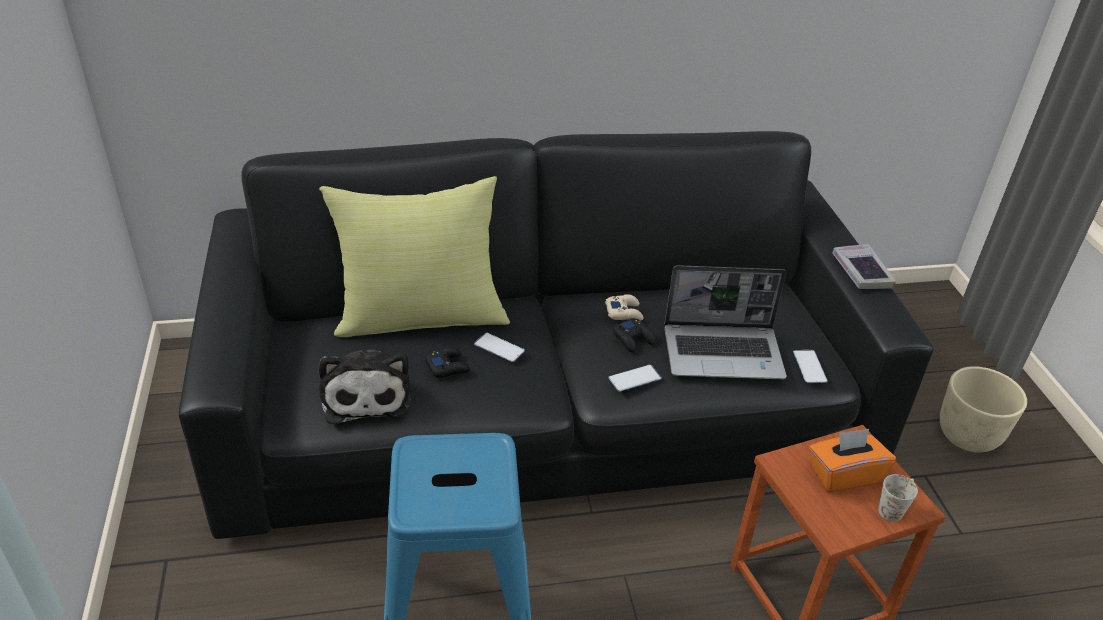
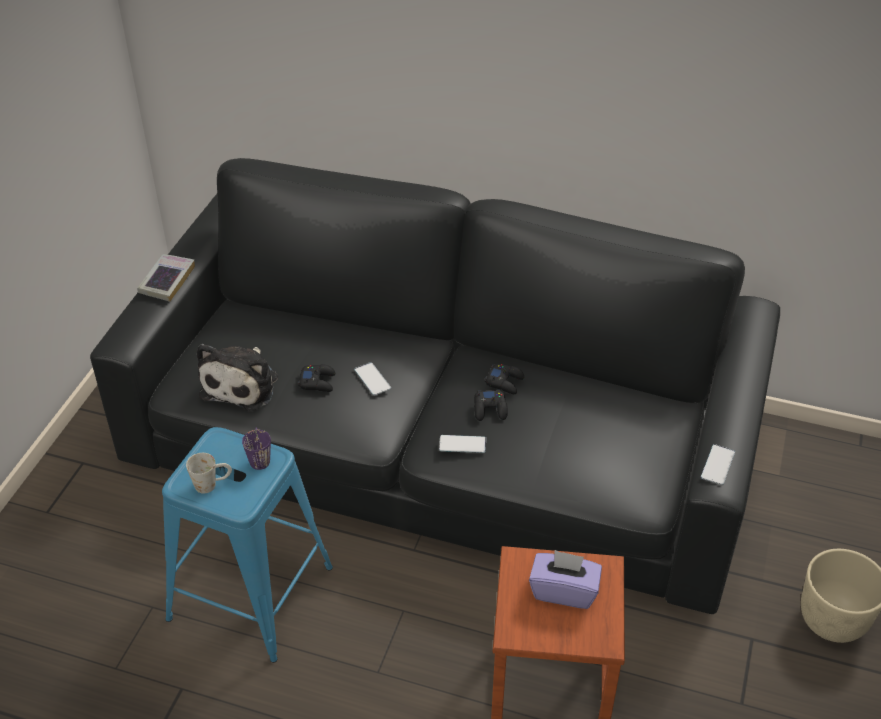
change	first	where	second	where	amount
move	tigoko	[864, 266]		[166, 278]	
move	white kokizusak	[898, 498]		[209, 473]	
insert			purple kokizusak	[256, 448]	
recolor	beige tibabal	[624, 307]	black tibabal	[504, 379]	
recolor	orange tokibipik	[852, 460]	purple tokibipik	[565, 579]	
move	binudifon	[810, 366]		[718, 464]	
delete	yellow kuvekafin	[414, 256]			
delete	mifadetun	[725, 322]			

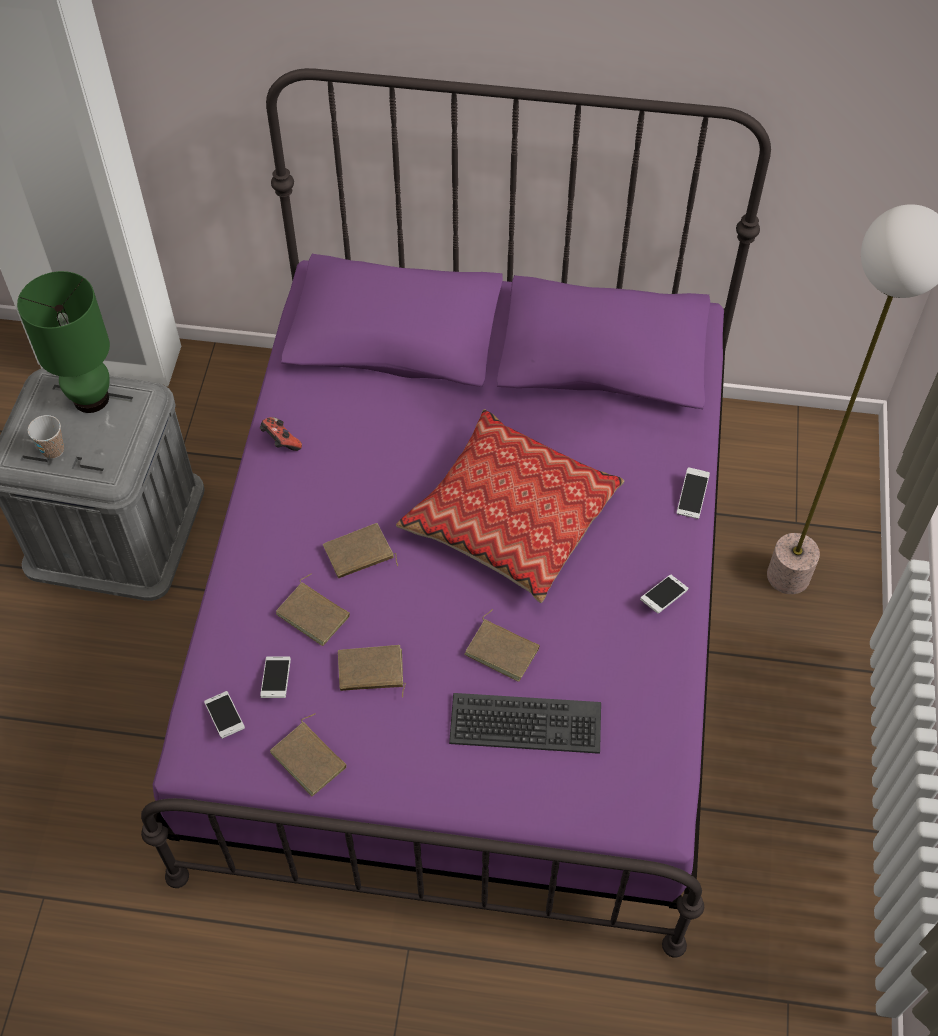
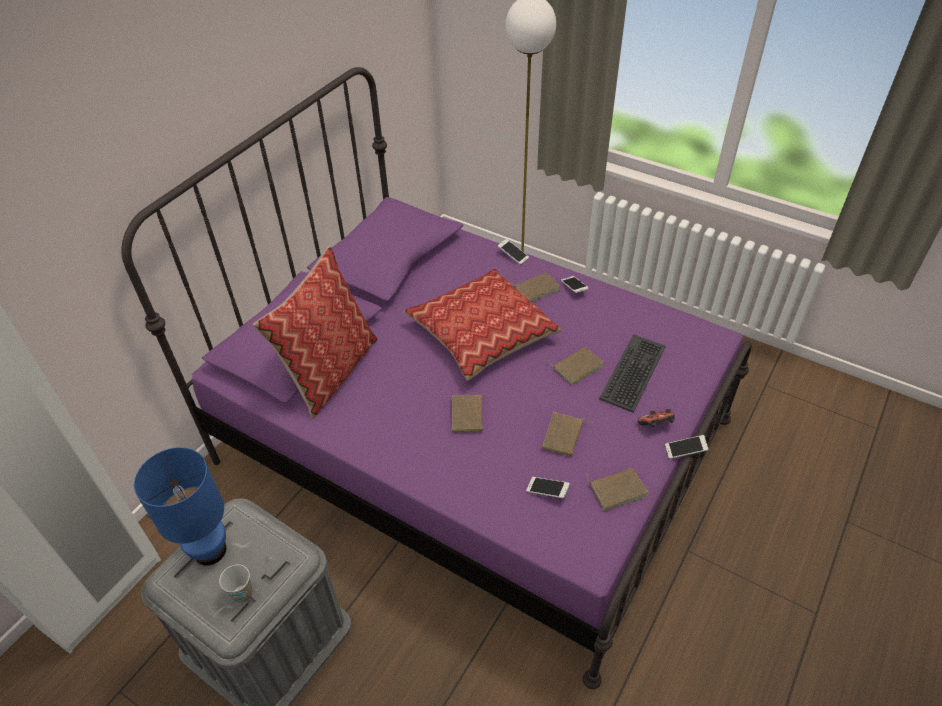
change	first	where	second	where	amount
recolor	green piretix	[63, 342]	blue piretix	[180, 506]	
insert			kuvekafin	[315, 332]	
move	brown tigoko	[313, 609]		[535, 287]	
move	tibabal	[281, 434]		[656, 418]	
move	binudifon	[224, 715]		[687, 447]	

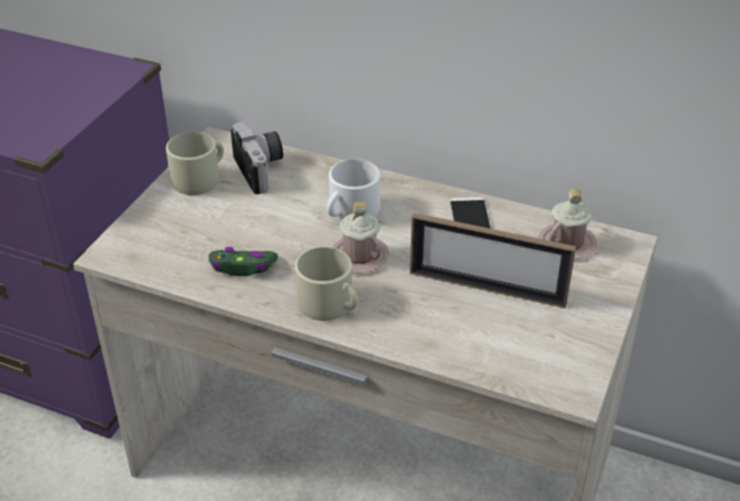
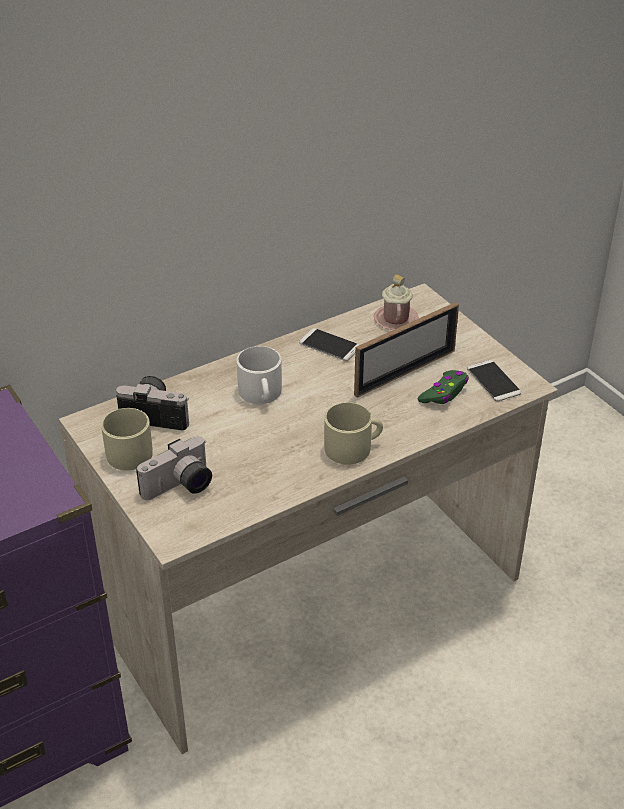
change	first	where	second	where	amount
insert			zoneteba	[174, 468]	
move	green tibabal	[243, 261]		[443, 387]	
insert			binudifon	[494, 380]	
delete	pink kokizusak	[361, 237]			

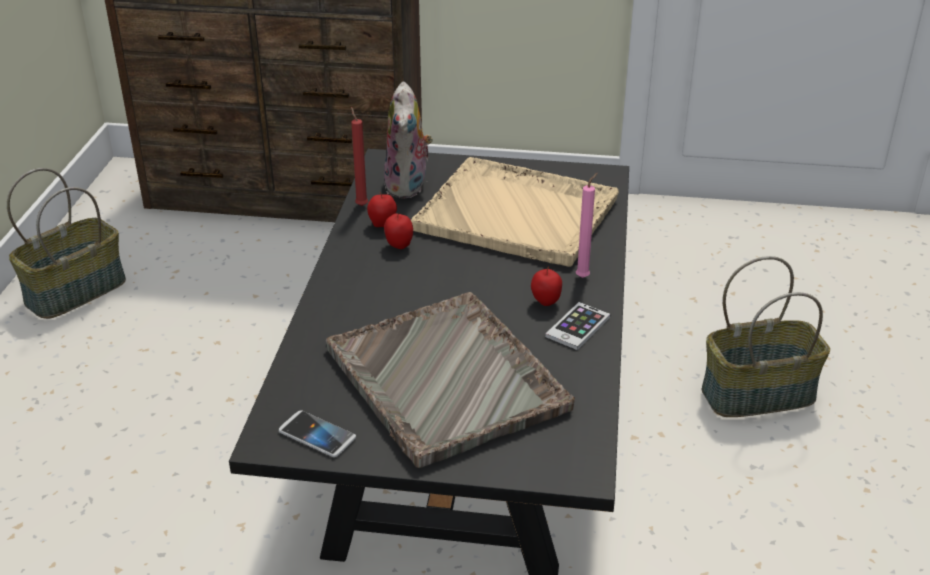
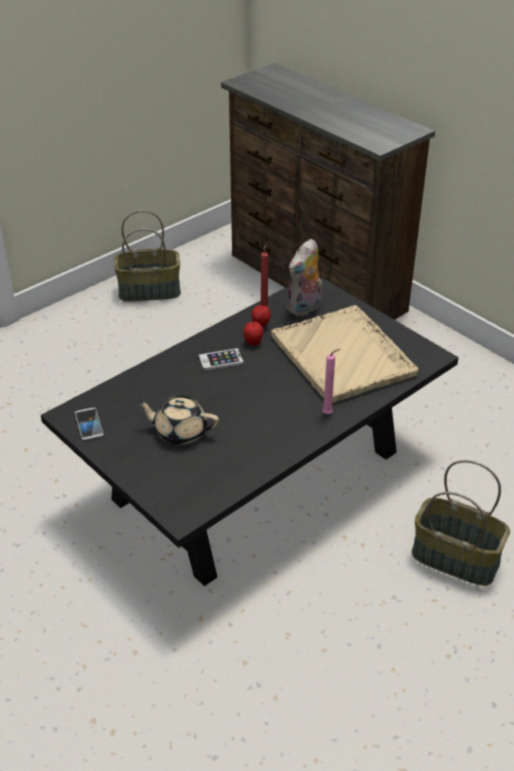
change	first	where	second	where	amount
replace	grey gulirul	[450, 380]	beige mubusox	[177, 420]	
move	binudifon	[577, 326]		[221, 359]	
delete	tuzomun	[546, 286]			

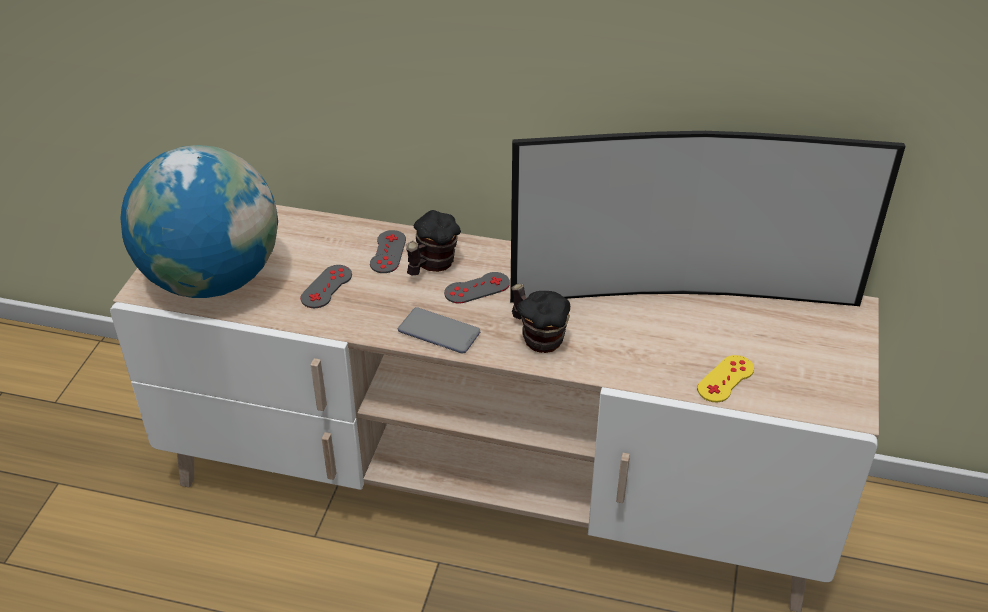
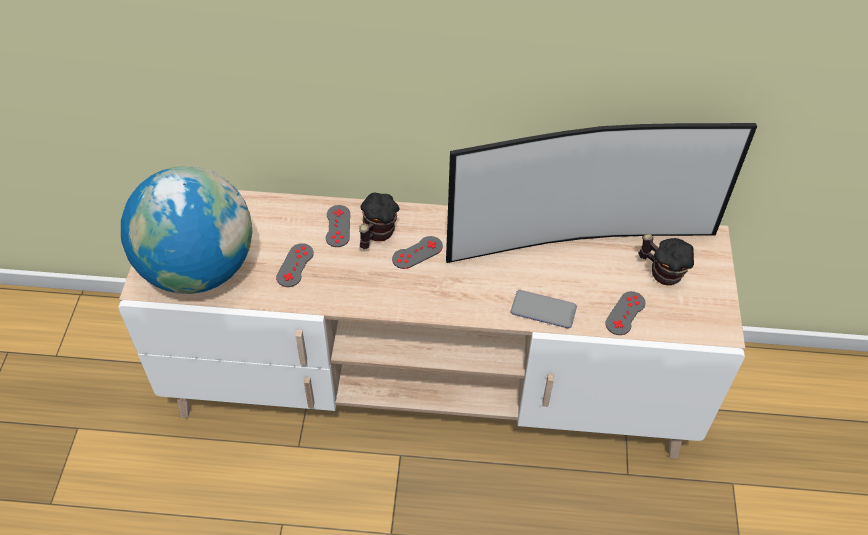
change	first	where	second	where	amount
move	binudifon	[439, 330]		[543, 309]	
recolor	yellow tibabal	[725, 378]	grey tibabal	[625, 313]	
move	kokizusak	[540, 318]		[666, 259]	

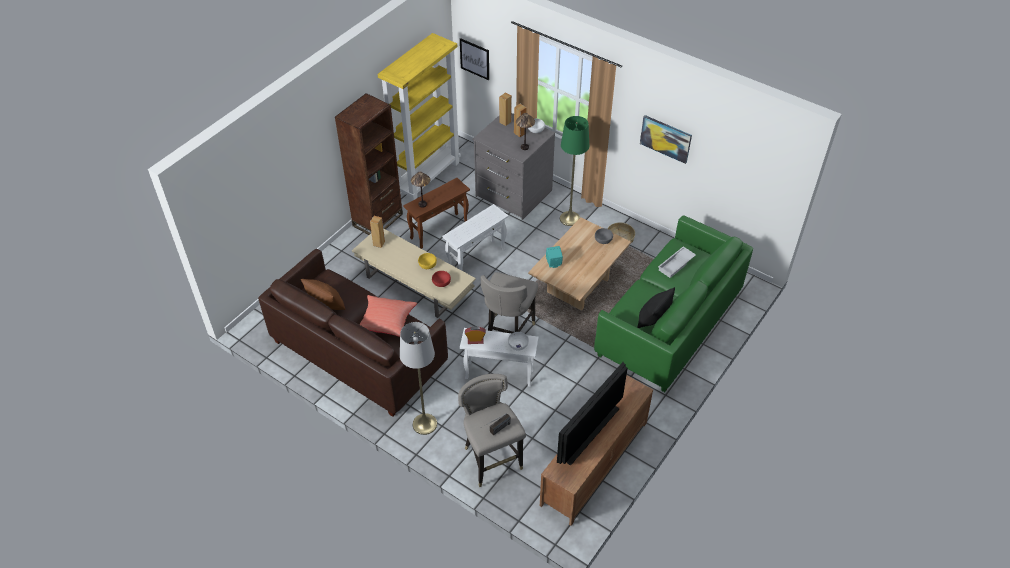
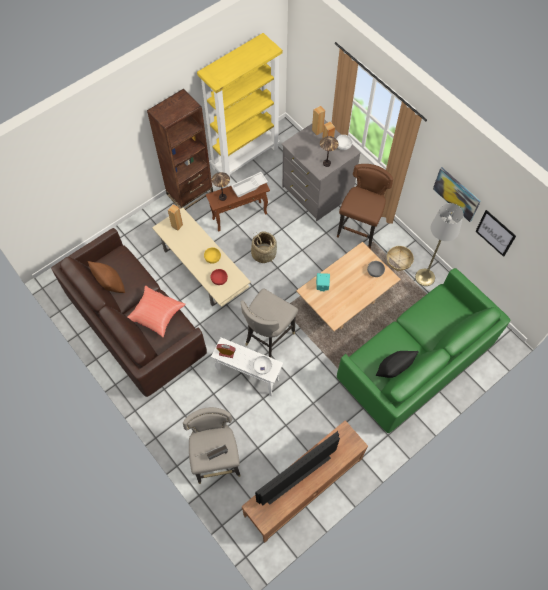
change	first	where	second	where	amount
move	white gulirul	[677, 262]		[249, 184]	
replace	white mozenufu	[475, 237]	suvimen	[264, 247]	
replace	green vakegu	[574, 171]	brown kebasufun	[365, 206]	
move	grey vakegu	[418, 378]		[439, 244]	
move	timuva	[474, 59]		[495, 233]	

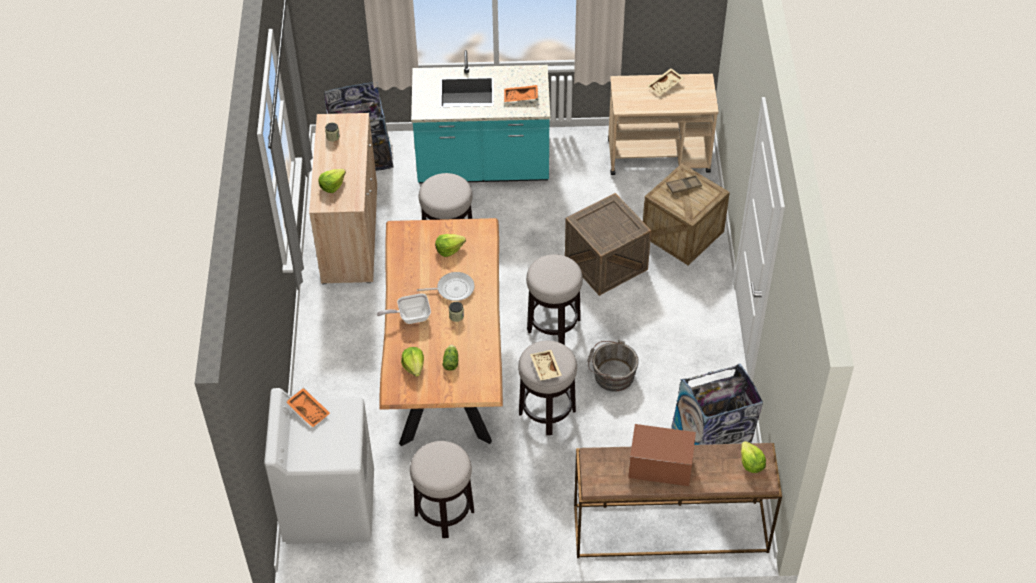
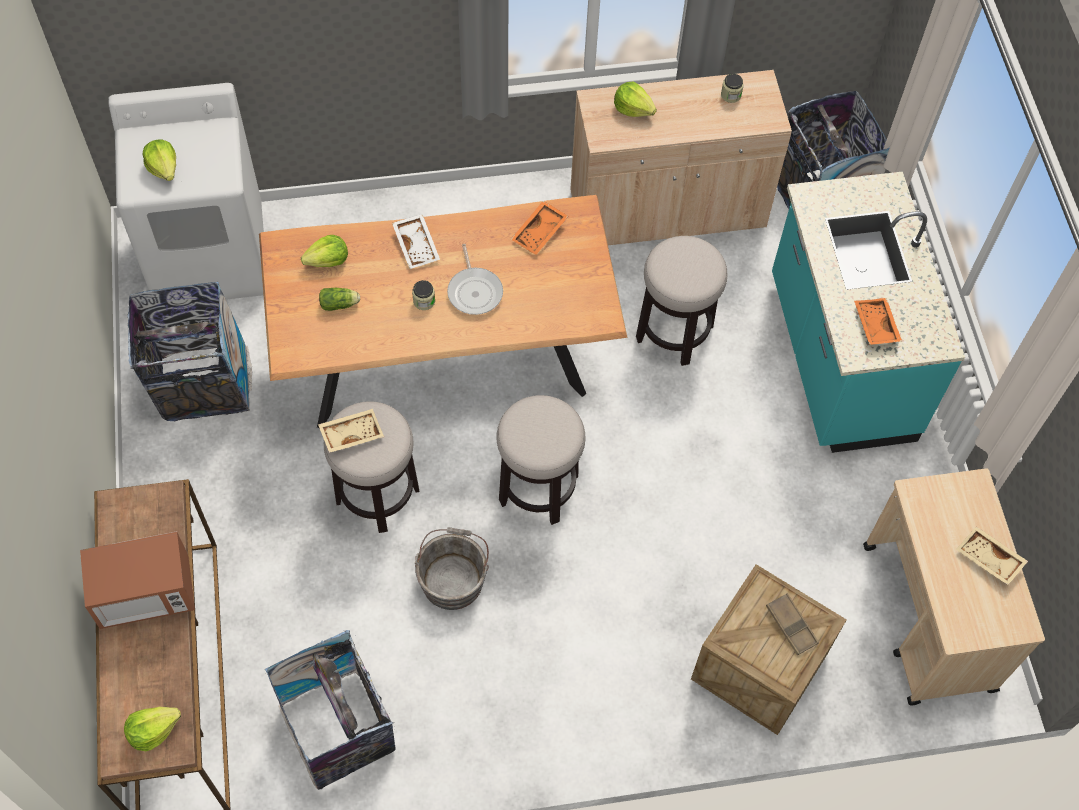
change	first	where	second	where	amount
rotate	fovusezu	[662, 455]		[137, 580]	75 degrees clockwise
replace	kebasufun	[442, 489]	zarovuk	[189, 351]	
move	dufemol	[450, 245]		[159, 160]	
replace	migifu	[404, 308]	white gulirul	[416, 241]	
move	orange gulirul	[308, 408]		[539, 228]	
delete	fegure	[608, 244]			

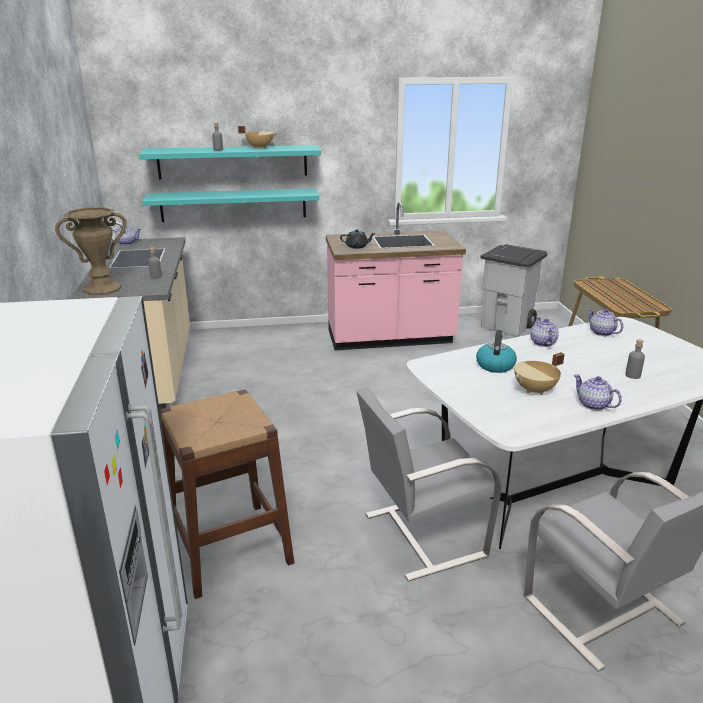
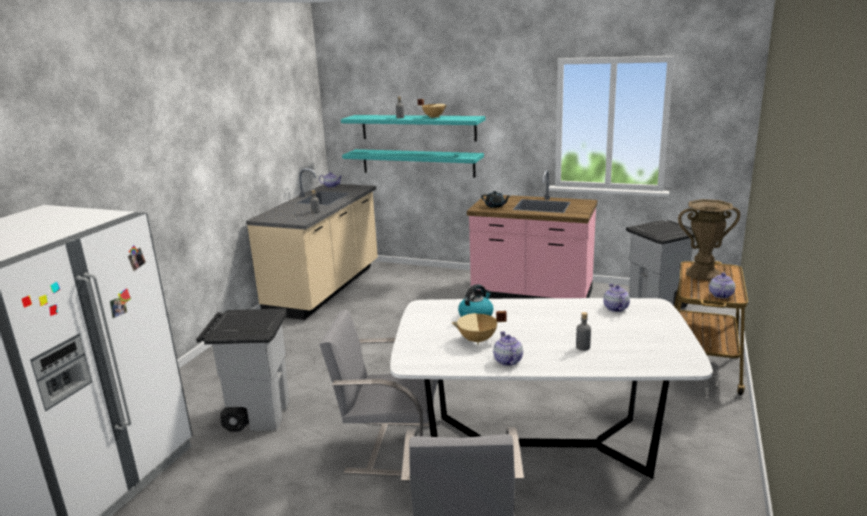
change	first	where	second	where	amount
replace	brown kebasufun	[226, 494]	grey zarovuk	[242, 370]	
move	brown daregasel	[91, 251]		[709, 240]	
move	mubusox	[544, 332]		[722, 285]	

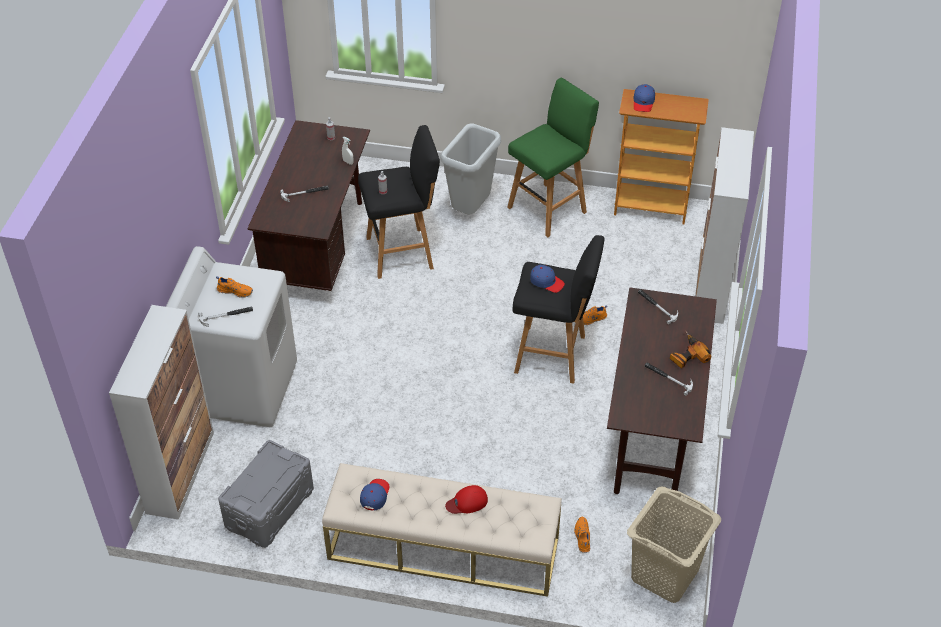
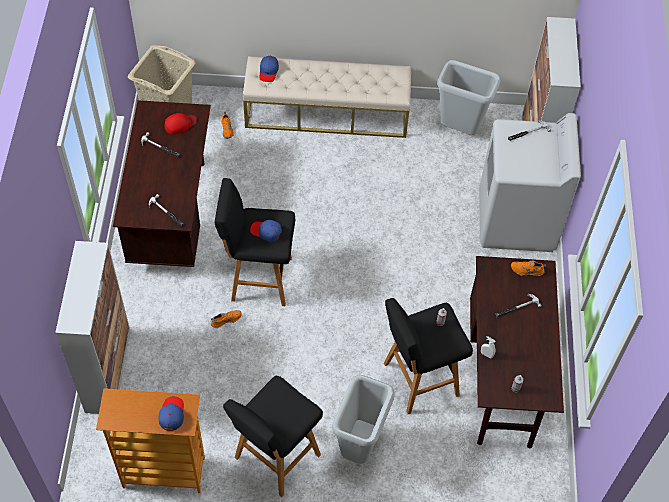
change	first	where	second	where	amount
move	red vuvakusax	[466, 499]		[181, 123]	
recolor	green kebasufun	[553, 157]	black kebasufun	[273, 436]	
move	blue vuvakusax	[374, 495]		[269, 69]	
replace	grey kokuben	[266, 494]	grey zarovuk	[468, 97]	
move	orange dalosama	[234, 287]		[528, 268]	
delete	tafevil	[690, 349]			

